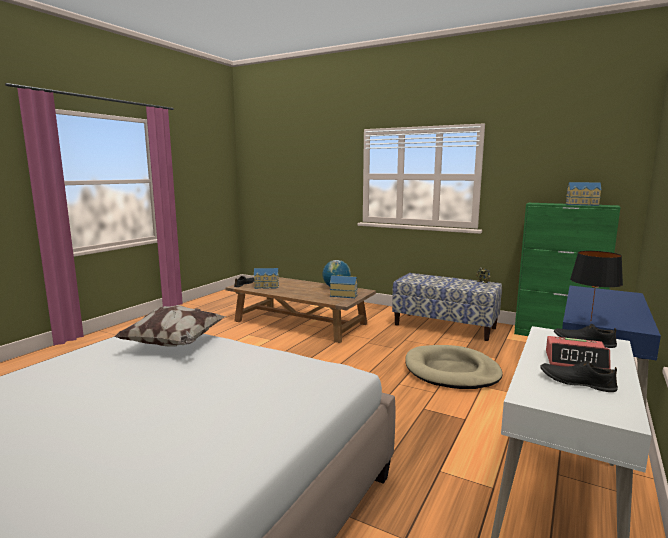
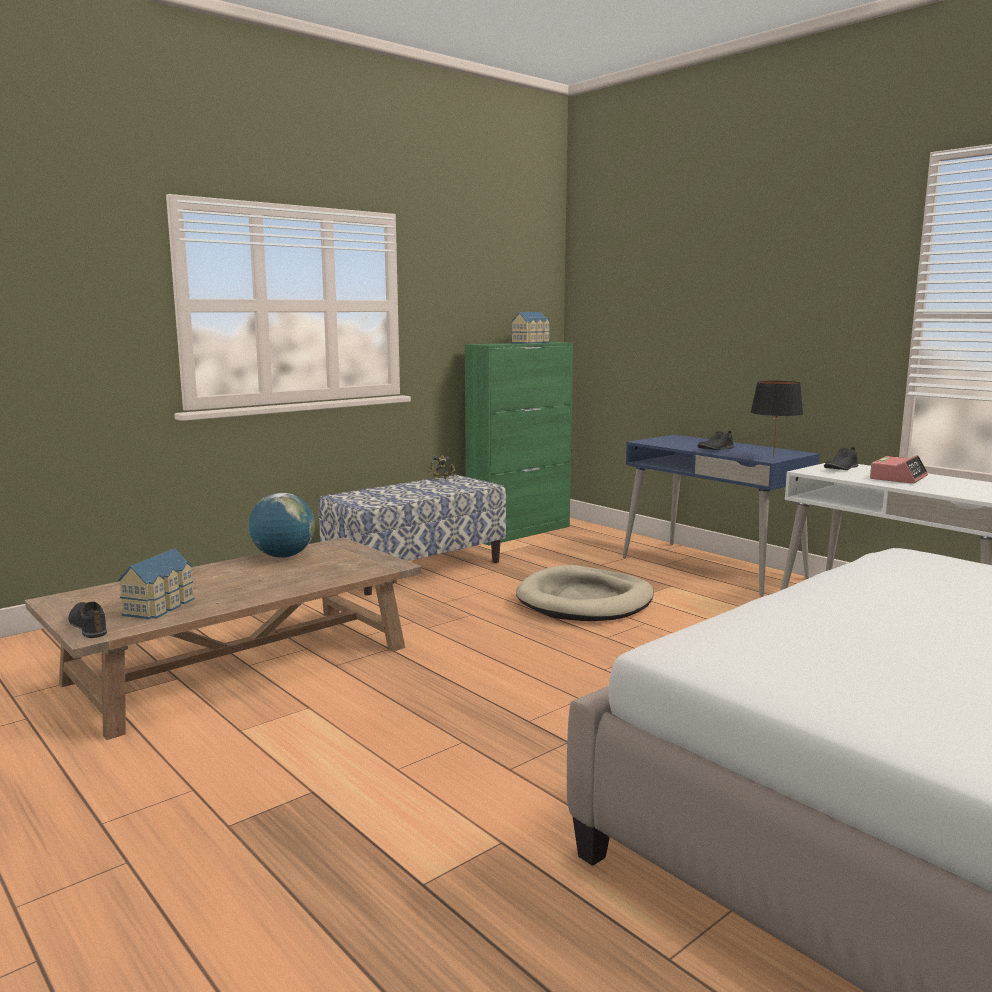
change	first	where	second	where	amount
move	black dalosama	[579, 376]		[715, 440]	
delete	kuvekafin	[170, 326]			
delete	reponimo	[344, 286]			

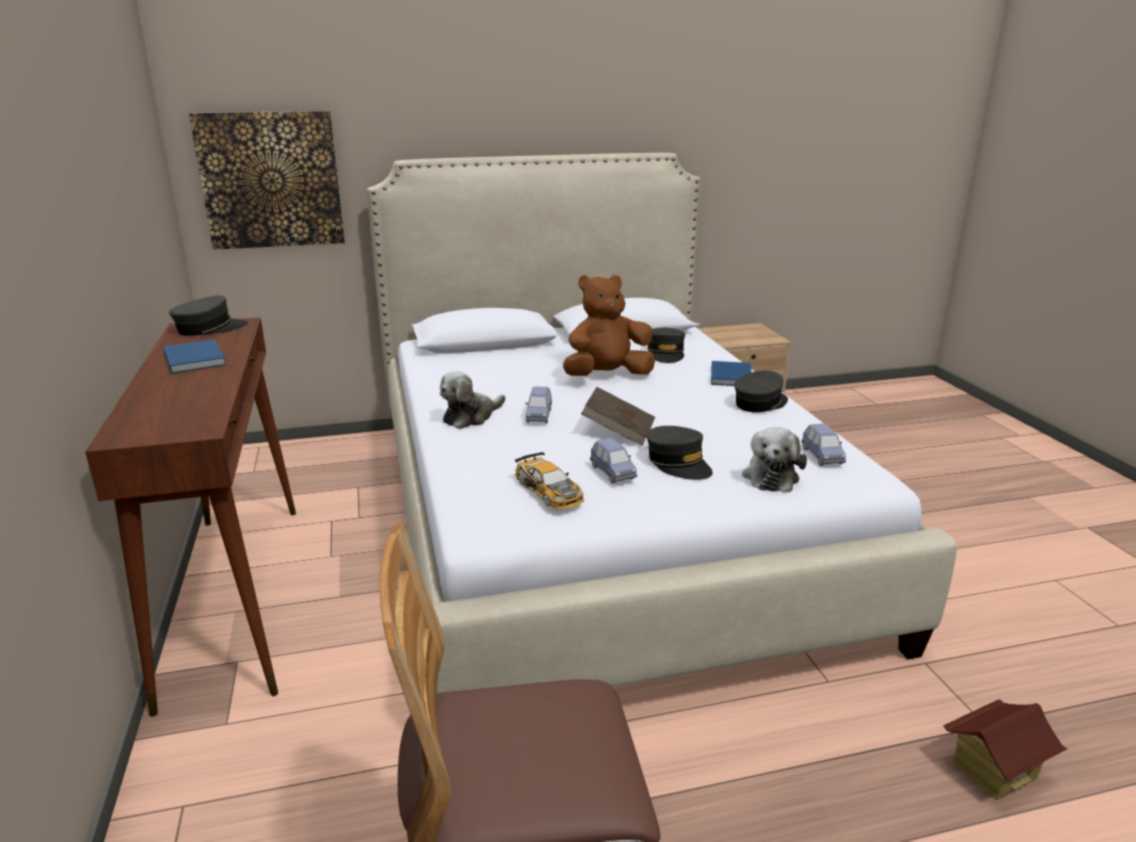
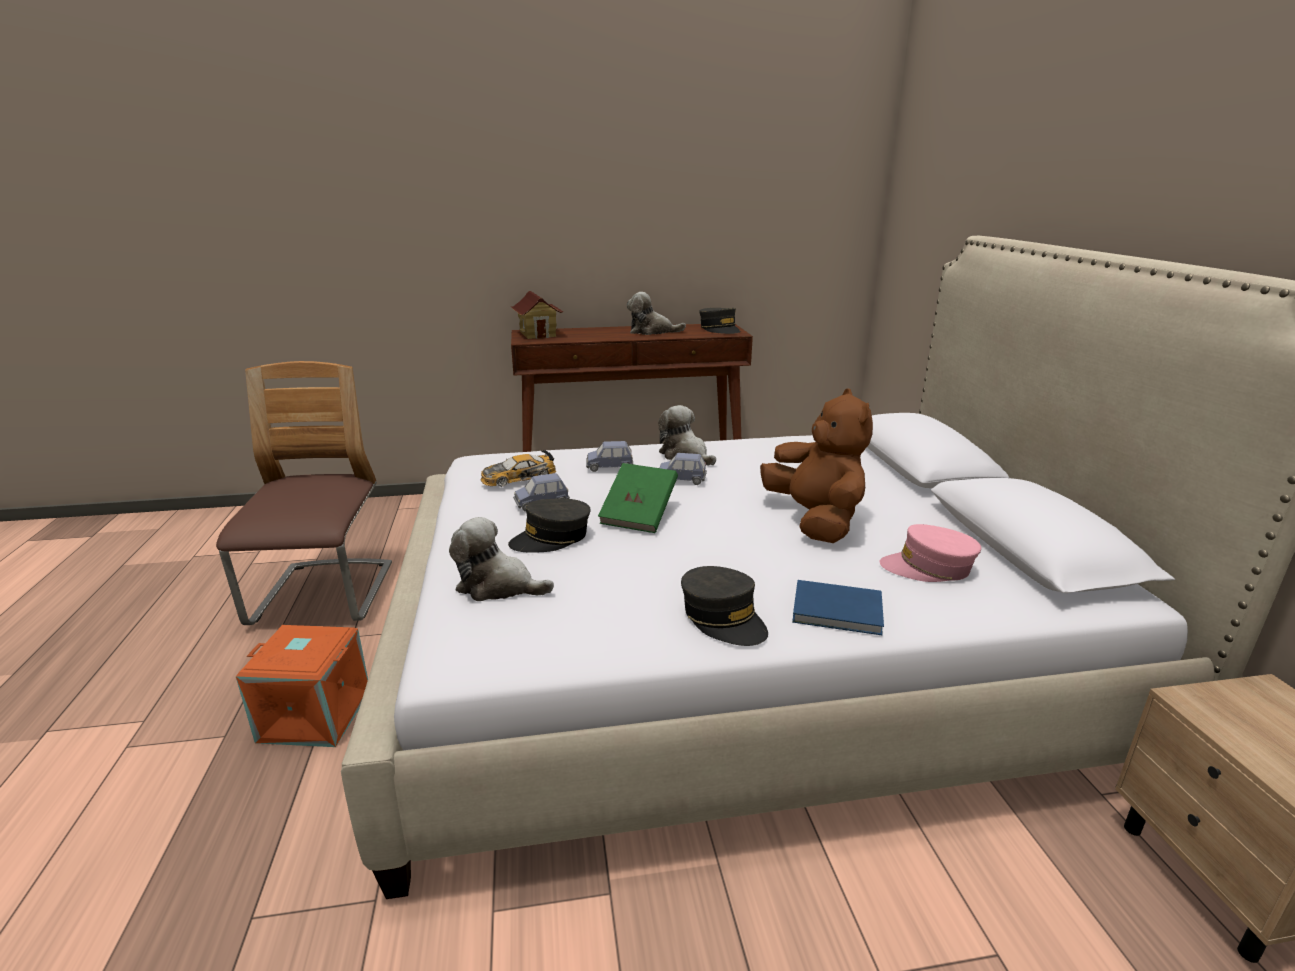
change	first	where	second	where	amount
insert			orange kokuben	[302, 686]	
move	reponimo	[1005, 749]		[537, 315]	
move	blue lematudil	[823, 444]		[610, 456]	
recolor	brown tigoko	[618, 416]	green tigoko	[638, 498]	
replace	blue tigoko	[195, 356]	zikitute	[656, 313]	
recolor	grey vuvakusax	[666, 345]	pink vuvakusax	[930, 553]	
delete	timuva	[267, 180]			

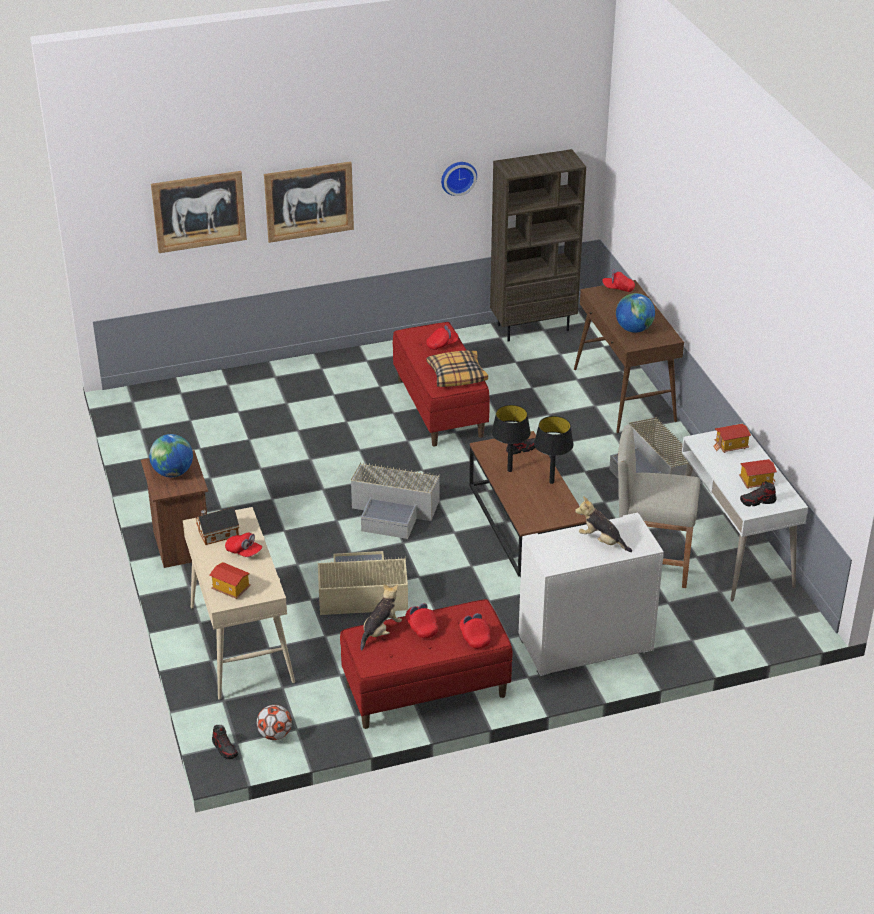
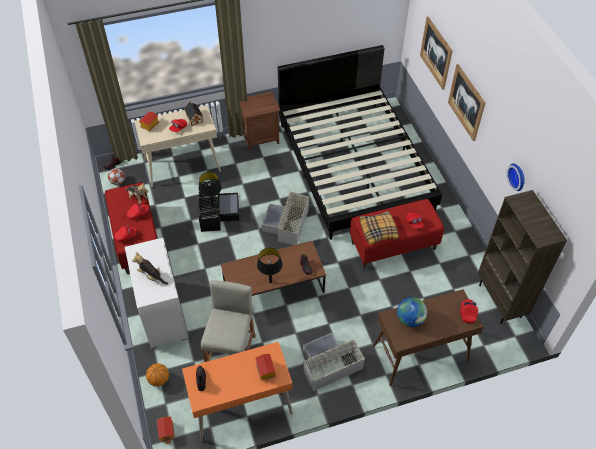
change	first	where	second	where	amount
rotate	zikitute	[603, 524]		[150, 268]	90 degrees counterclockwise
insert			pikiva	[157, 375]	
move	reponimo	[758, 474]		[166, 430]	
recolor	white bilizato	[745, 516]	orange bilizato	[237, 392]	
recolor	beige kokuben	[363, 583]	black kokuben	[218, 206]	
move	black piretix	[511, 438]		[210, 189]	
insert			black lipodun	[360, 142]	
delete	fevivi	[171, 455]			

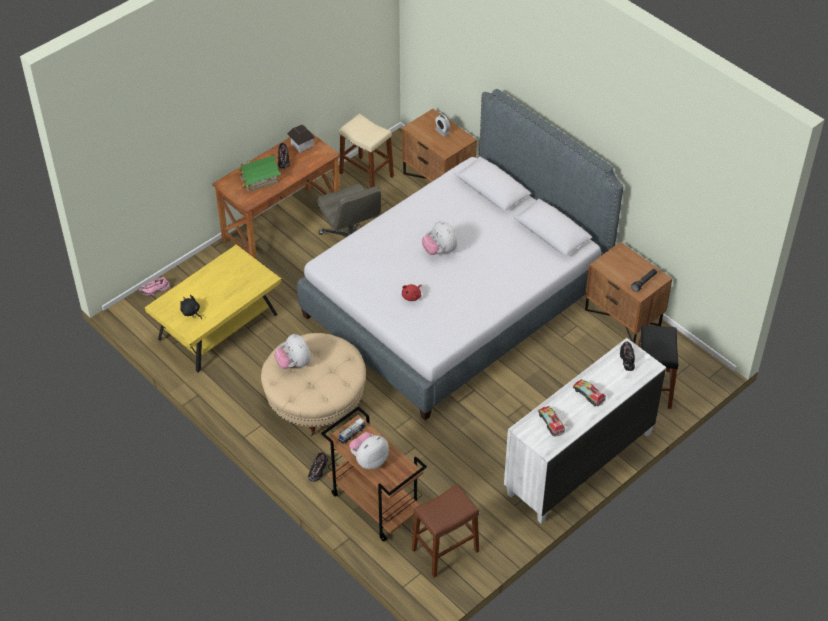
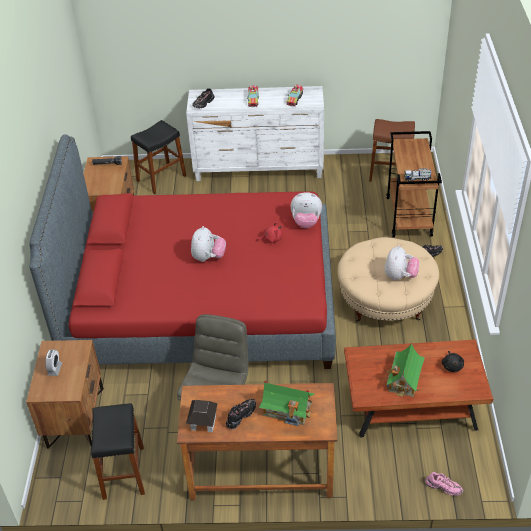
change	first	where	second	where	amount
recolor	grey lipodun	[460, 254]	red lipodun	[182, 251]	
recolor	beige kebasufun	[366, 151]	black kebasufun	[118, 451]	
move	zikitute	[369, 450]		[306, 210]	
recolor	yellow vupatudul	[213, 309]	brown vupatudul	[418, 388]	
insert			reponimo	[405, 369]	

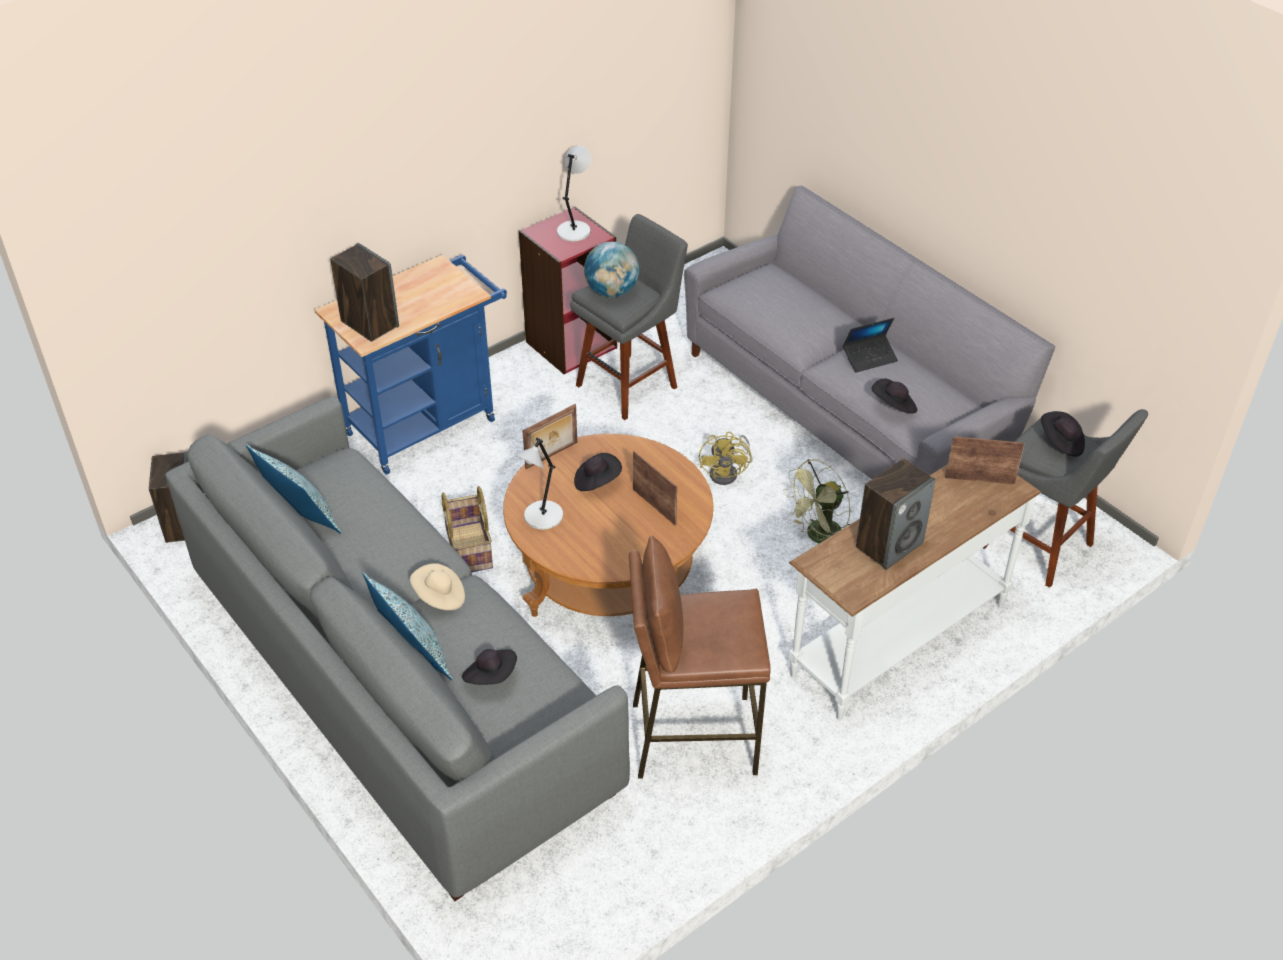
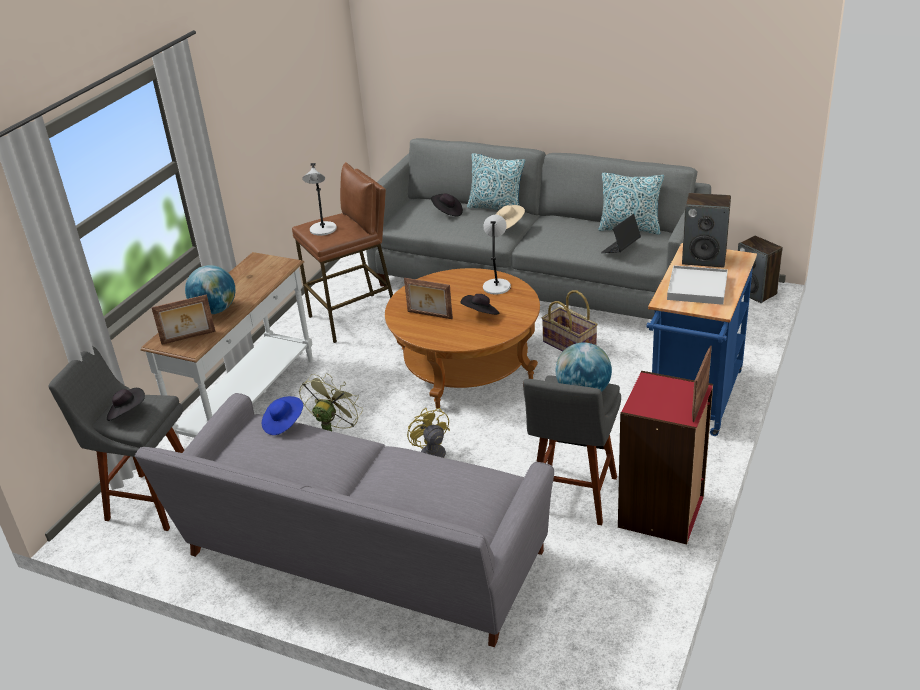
change	first	where	second	where	amount
insert			fevivi	[210, 289]	
recolor	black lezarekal	[894, 396]	blue lezarekal	[282, 415]	
move	grey piretix	[574, 194]		[319, 199]	
move	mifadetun	[870, 345]		[621, 233]	
insert			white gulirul	[697, 285]	
move	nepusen	[549, 436]		[702, 384]	
delete	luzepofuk	[896, 514]			

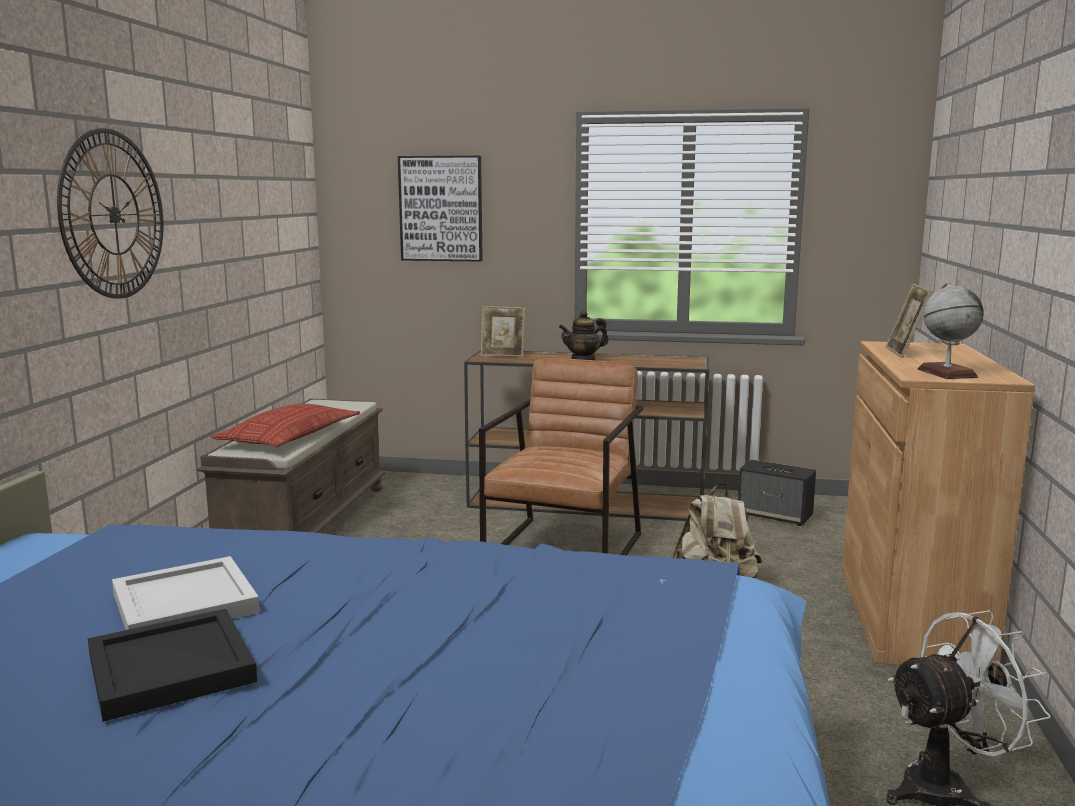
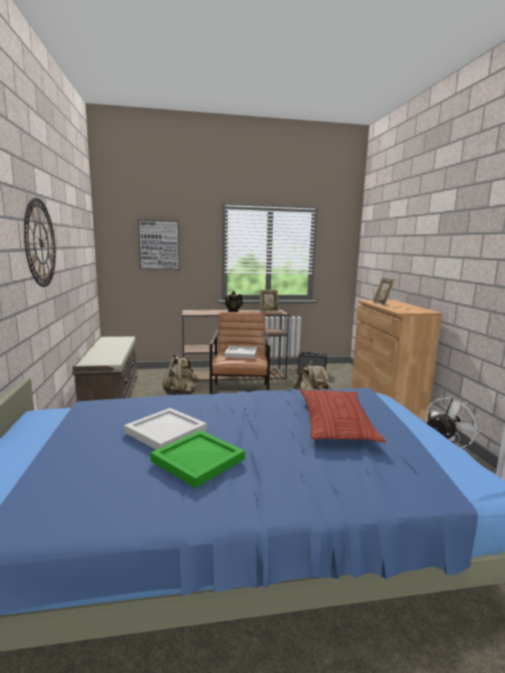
change	first	where	second	where	amount
recolor	black gulirul	[172, 665]	green gulirul	[197, 459]	
insert			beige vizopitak	[180, 374]	
insert			white gulirul	[241, 352]	
move	nepusen	[503, 331]		[269, 301]	
move	kuvekafin	[285, 425]		[343, 416]	
delete	fevivi	[950, 330]			

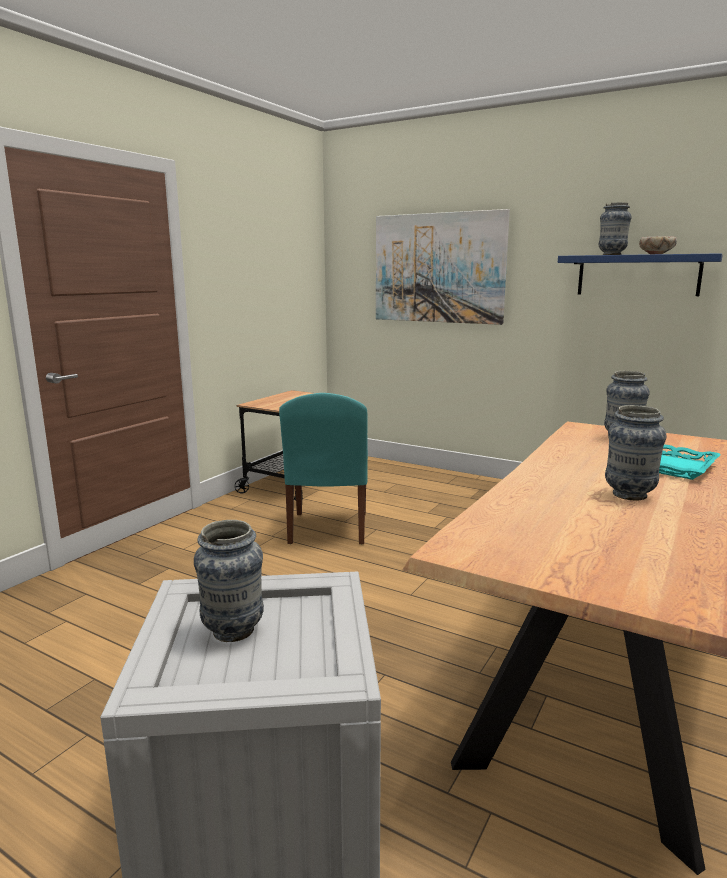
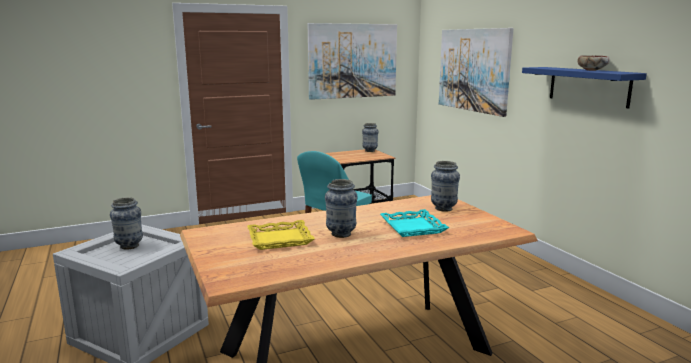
change	first	where	second	where	amount
insert			yellow gulirul	[281, 235]	
insert			timuva	[352, 61]	
move	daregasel	[615, 228]		[370, 137]	

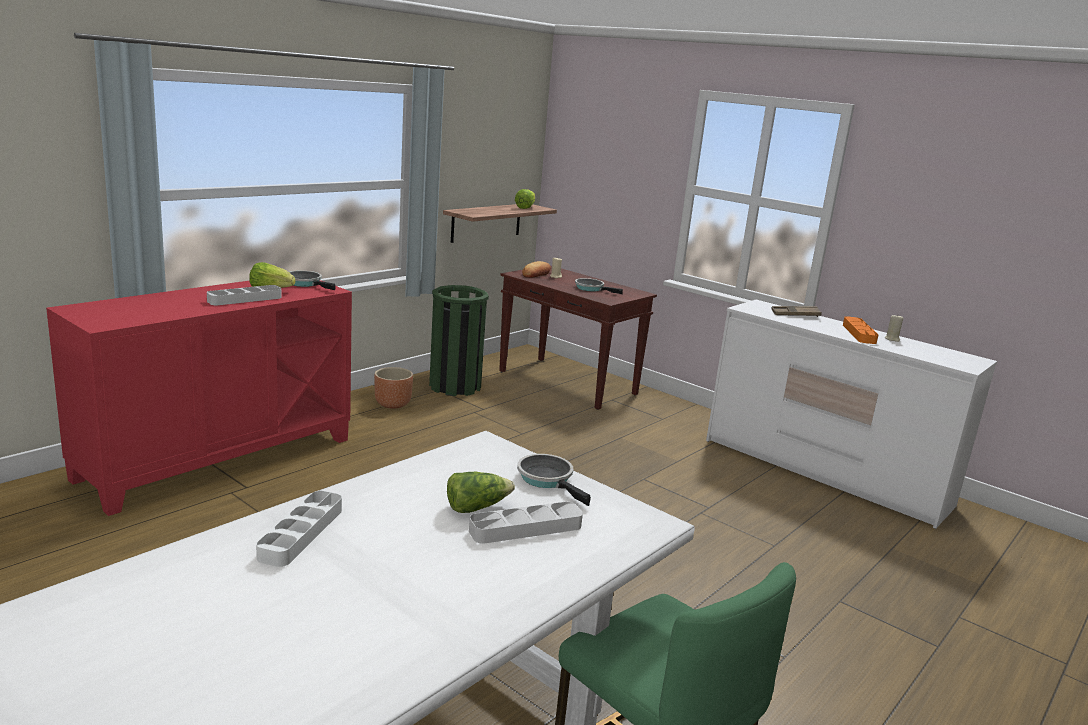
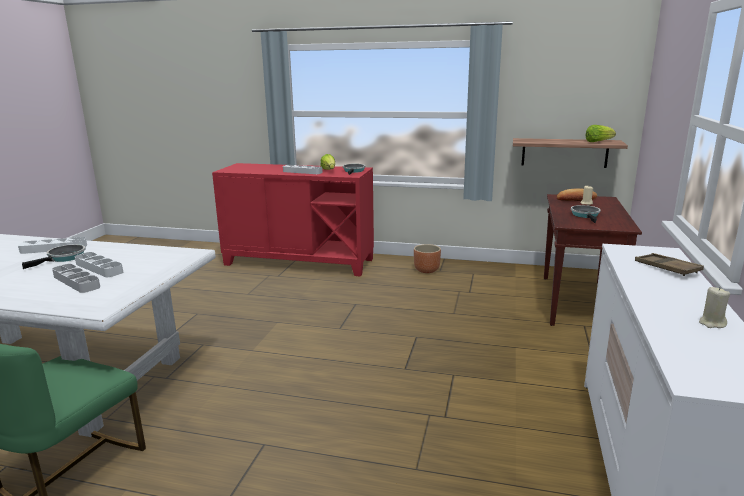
change	first	where	second	where	amount
move	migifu	[554, 480]		[54, 256]	
replace	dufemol	[481, 492]	white gulirul	[99, 264]	
delete	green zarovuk	[459, 340]			
delete	orange gulirul	[860, 330]			

